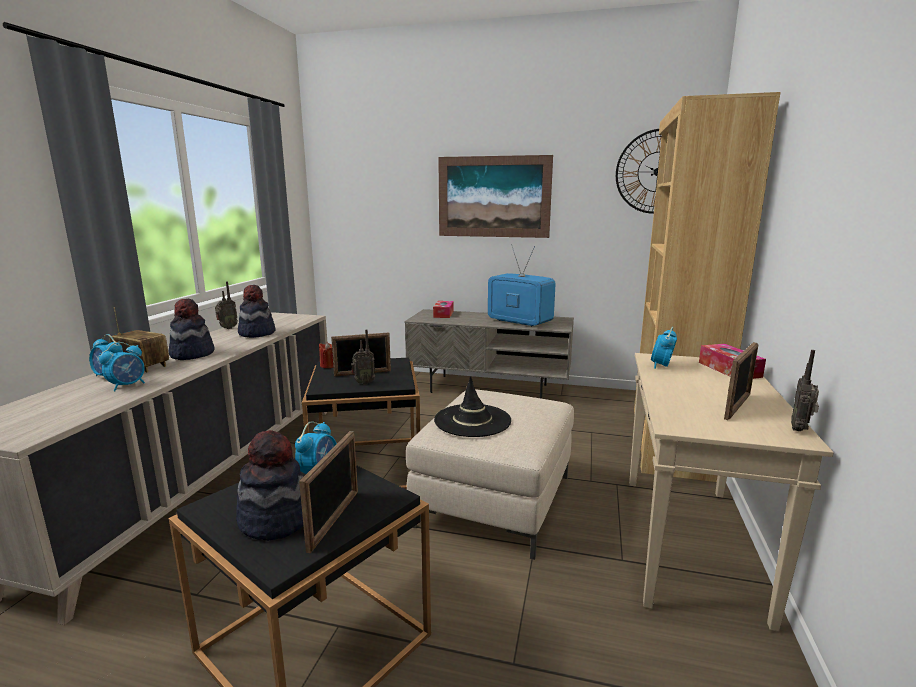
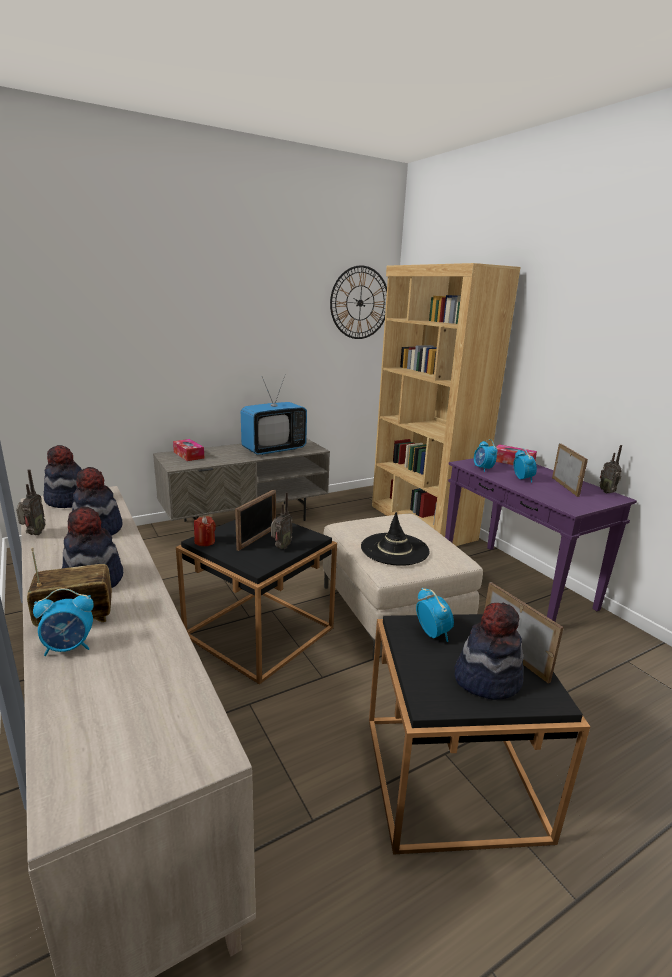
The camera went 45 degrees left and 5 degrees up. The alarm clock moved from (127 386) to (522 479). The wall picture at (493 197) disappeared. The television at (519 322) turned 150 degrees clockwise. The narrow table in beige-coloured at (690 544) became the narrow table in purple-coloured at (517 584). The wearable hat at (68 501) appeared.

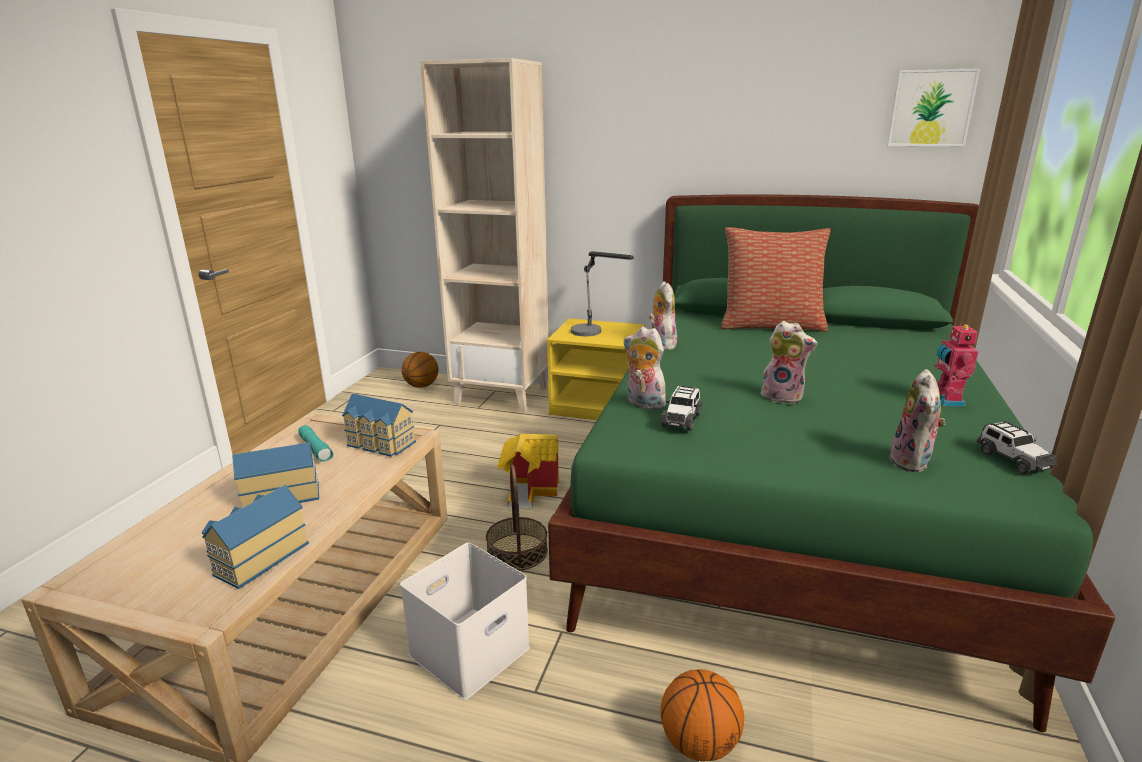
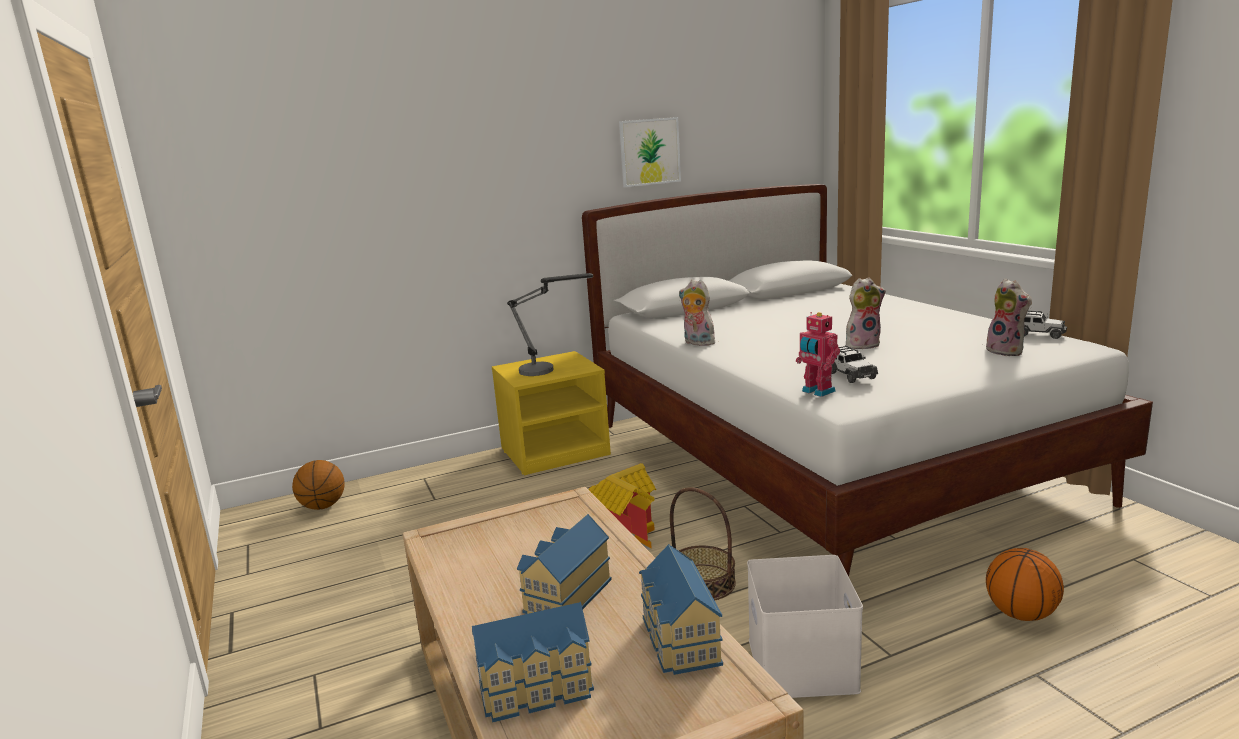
The camera went 40 degrees left and 5 degrees down. The hand torch in turquoise-coloured at (316 449) disappeared. The miniature house moved from (380 444) to (538 690). The shelving unit in beige-coloured at (502 395) disappeared. The sleeping bed in green-coloured at (789 507) became the sleeping bed in white at (824 459). The soft toy at (643 403) disappeared. The throw pillow at (771 325) disappeared. The wall picture moved from (931 108) to (649 152). The robot figure moved from (946 401) to (817 392).

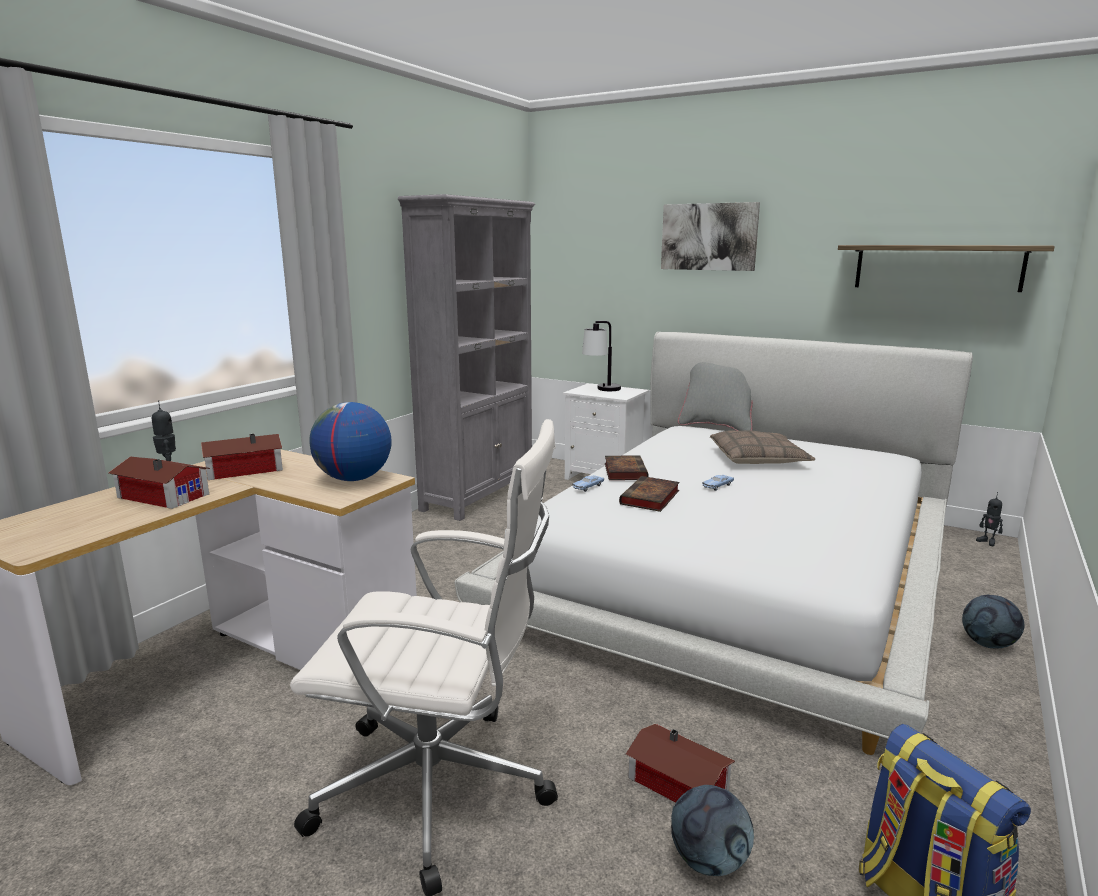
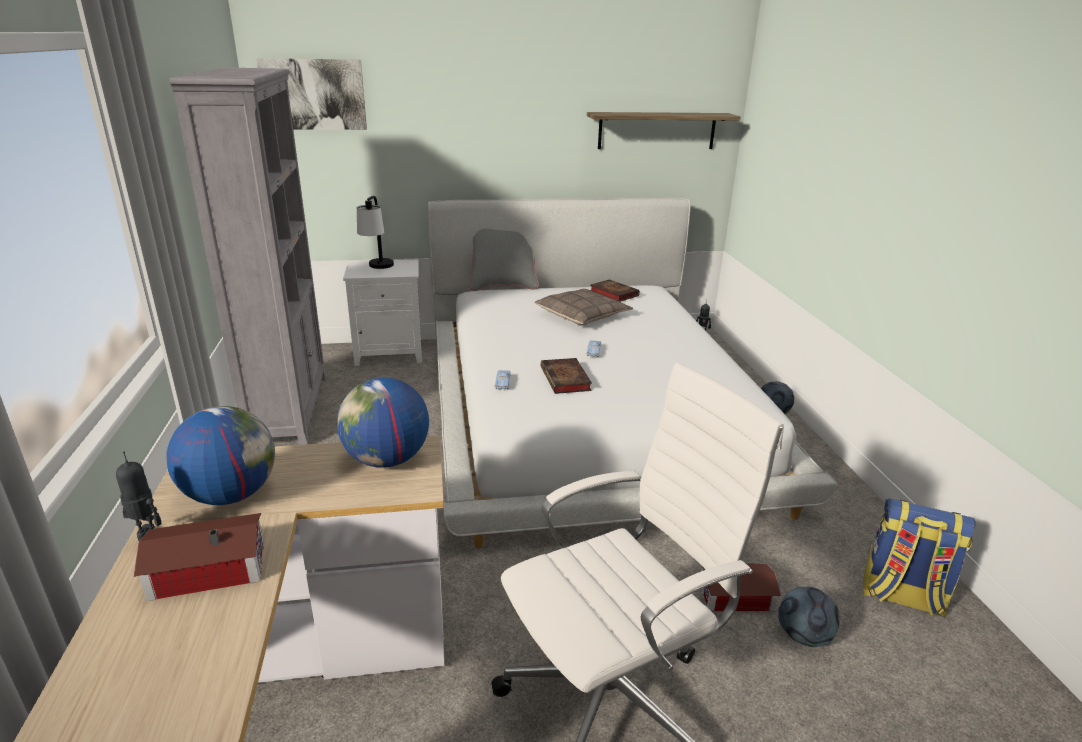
The camera went 40 degrees left and 10 degrees up. The miniature house at (242 469) was replaced by the desk globe at (231 494). The volume moved from (624 471) to (612 293). The wall picture moved from (709 237) to (313 94).

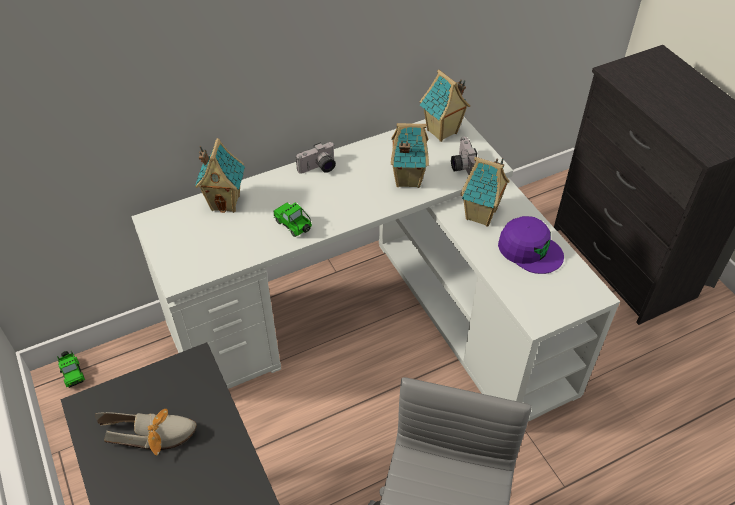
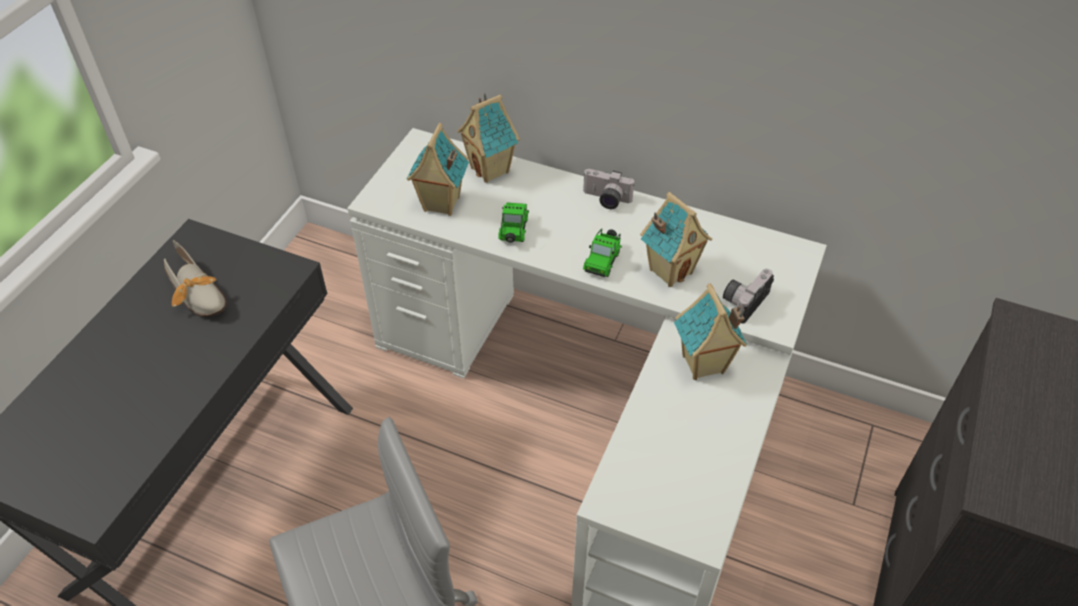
The camera went 50 degrees right and 0 degrees up. The miniature car moved from (72 373) to (603 260). The miniature house moved from (442 132) to (440 204). The peaked cap in purple-coloured at (529 249) disappeared.

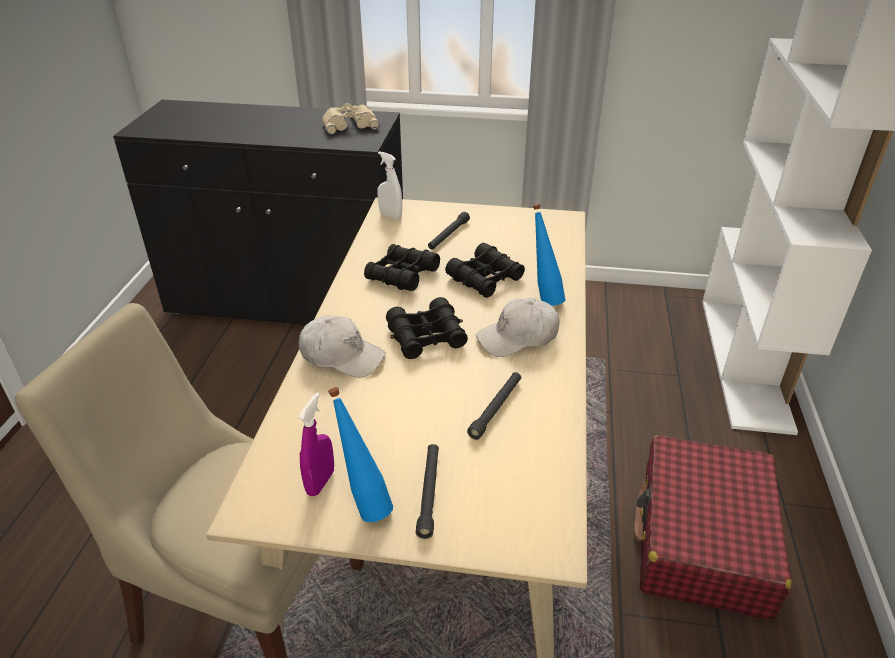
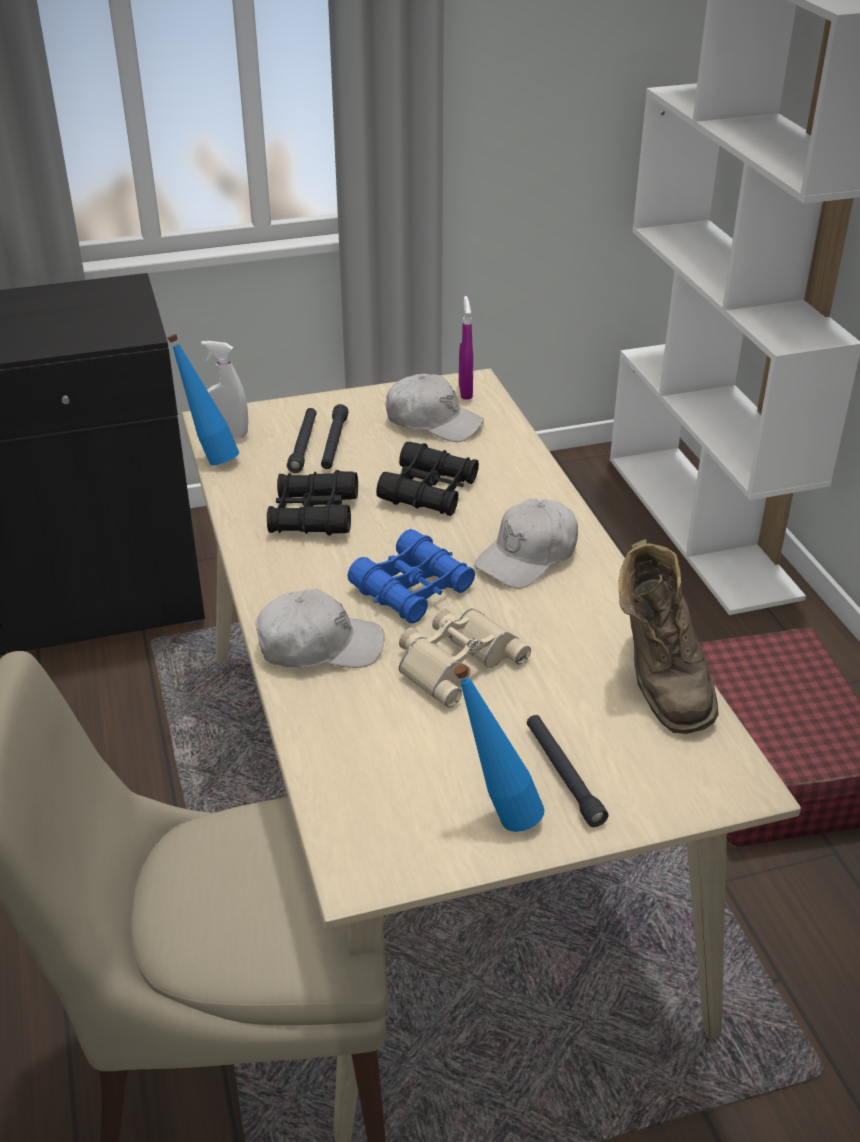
The camera went 25 degrees left and 0 degrees up. The sprayer in purple-coloured moved from (320 482) to (465 392). The field glasses in beige-coloured moved from (349 124) to (456 660). The field glasses in blackish at (426 337) became the field glasses in bluish at (412 588). The hand torch in blackish moved from (496 408) to (303 445). The bottle in bluish moved from (543 298) to (209 457). The peaked cap in white at (433 422) appeared. The high-top boot in brownish at (659 681) appeared.

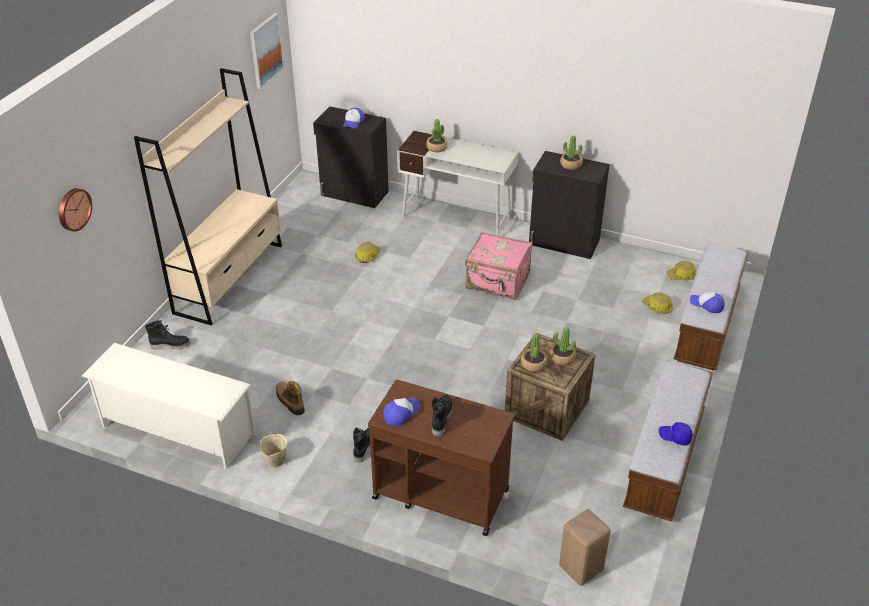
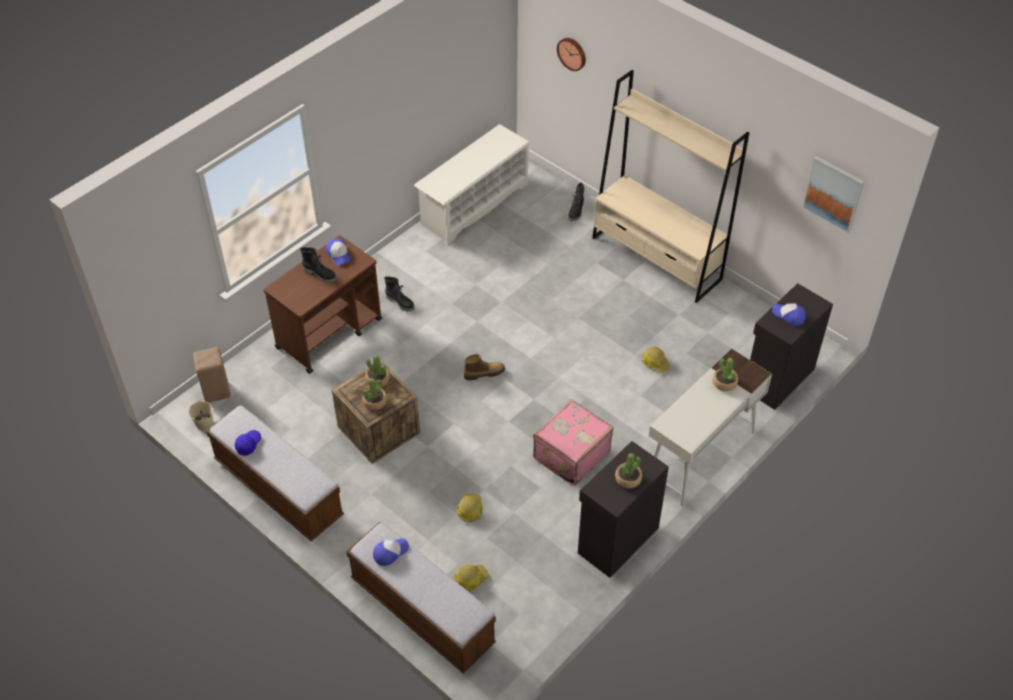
The camera went 110 degrees right and 10 degrees up. The pail in beige-coloured moved from (275 460) to (204 423). The high-top boot moved from (289 401) to (484 373). The safety helmet moved from (681 276) to (470 509).

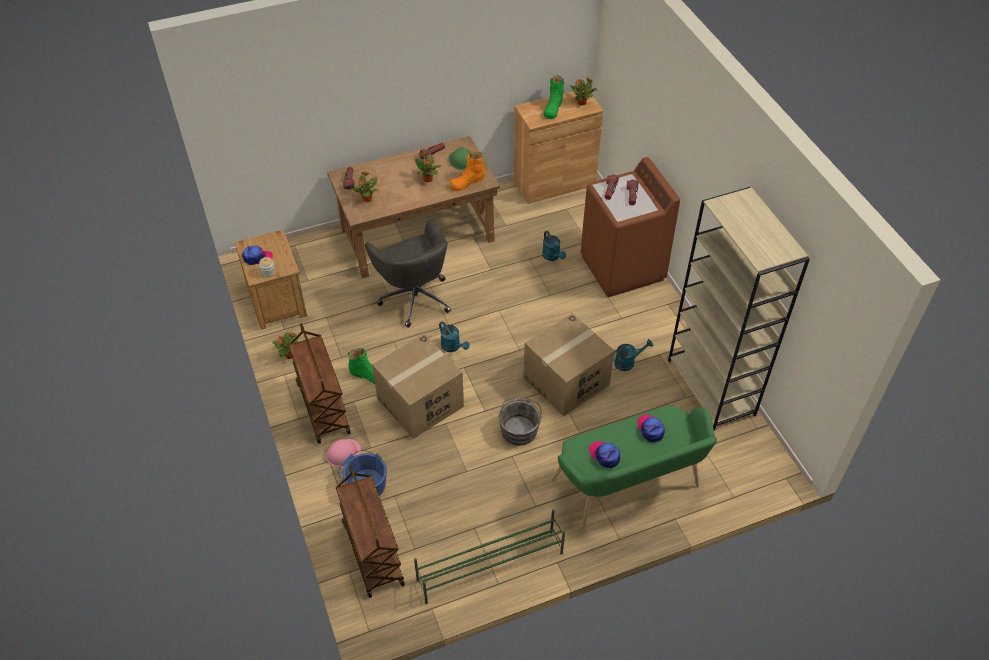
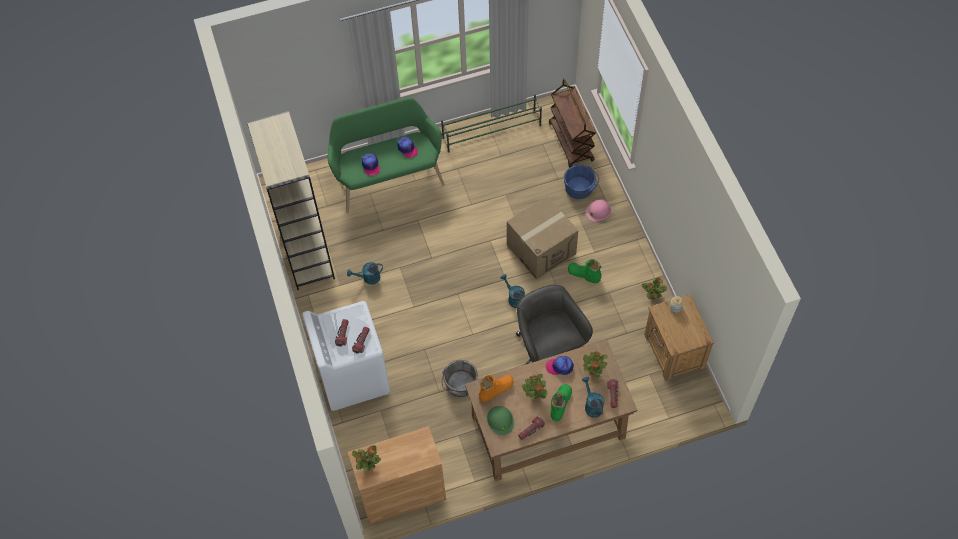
The camera went 175 degrees left and 10 degrees up. The peaked cap moved from (257 258) to (559 366). The trolley in brownish at (322 407) disappeared. The pail in grey moved from (519 428) to (460 385). The cardboard box at (566 381) disappeared. The watering can in turquoise-coloured moved from (552 257) to (592 405). The high-top boot in green-coloured moved from (553 108) to (560 403). The laundry appliance in brownish at (622 268) became the laundry appliance in white at (352 376).

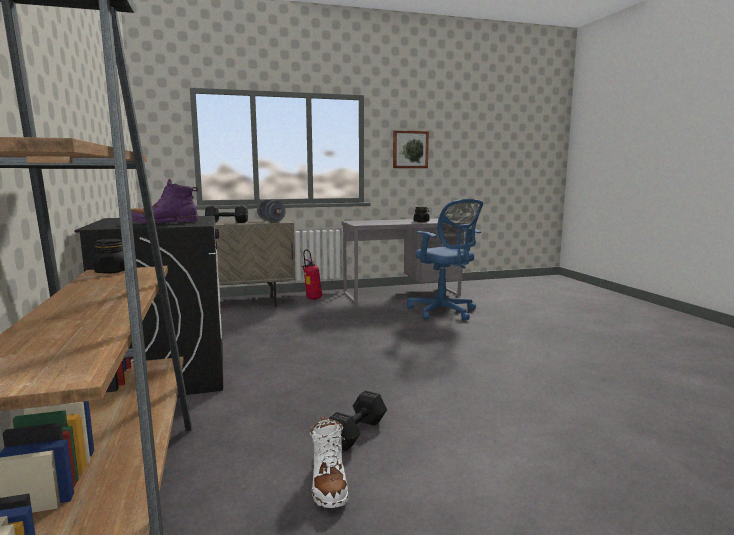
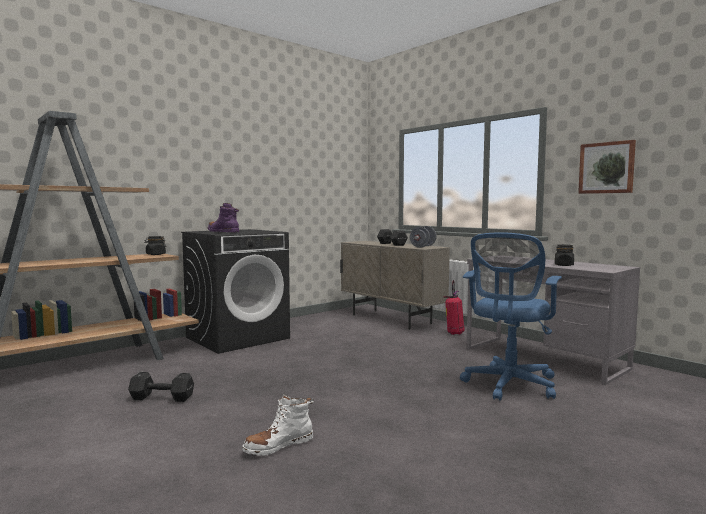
The camera went 65 degrees right and 5 degrees down. The high-top boot in white moved from (328 484) to (278 446).

